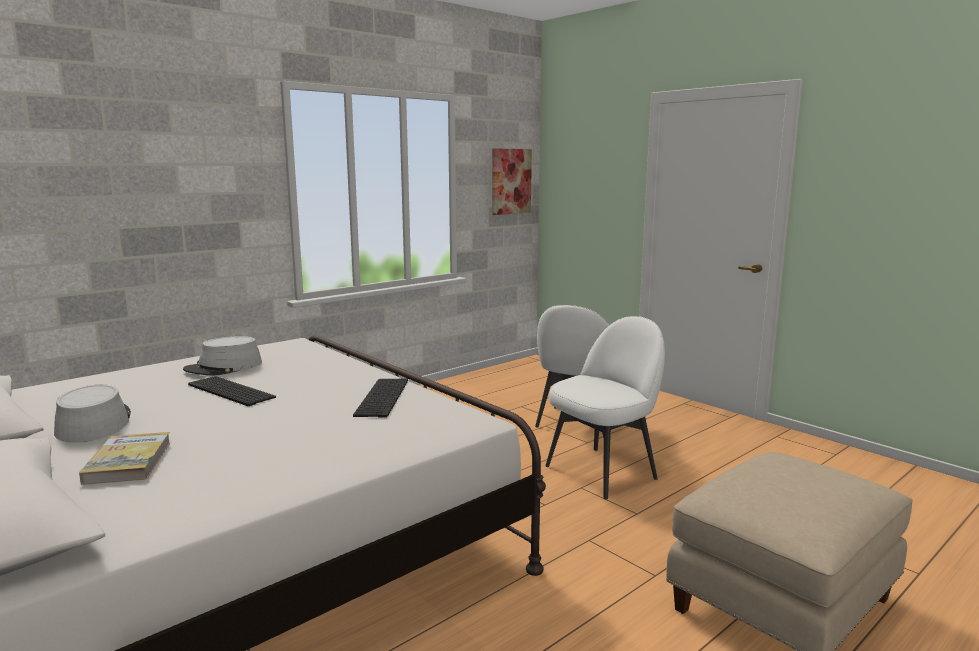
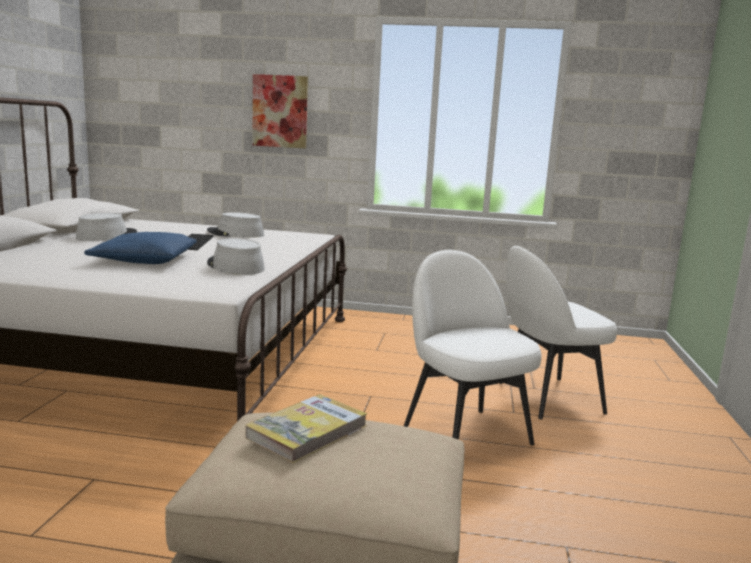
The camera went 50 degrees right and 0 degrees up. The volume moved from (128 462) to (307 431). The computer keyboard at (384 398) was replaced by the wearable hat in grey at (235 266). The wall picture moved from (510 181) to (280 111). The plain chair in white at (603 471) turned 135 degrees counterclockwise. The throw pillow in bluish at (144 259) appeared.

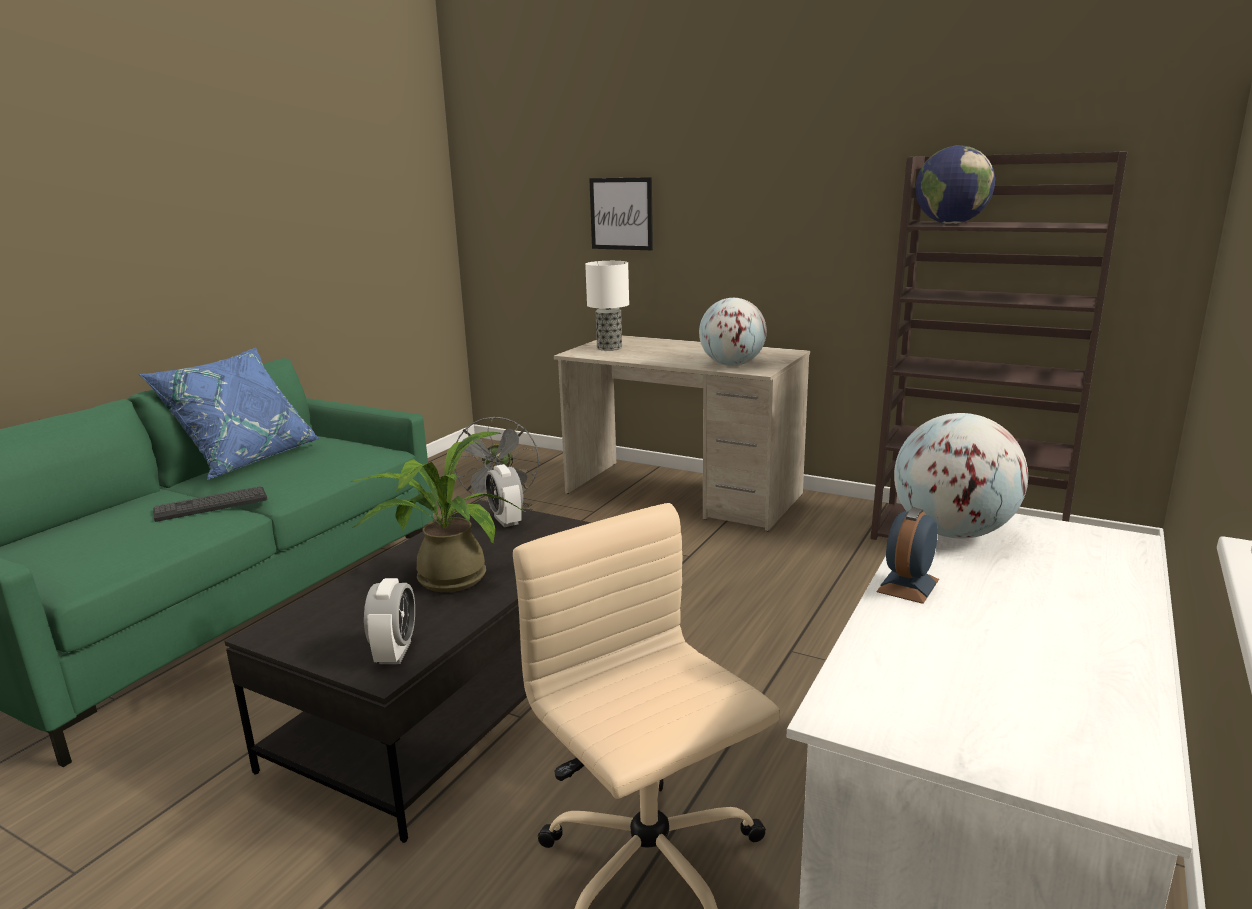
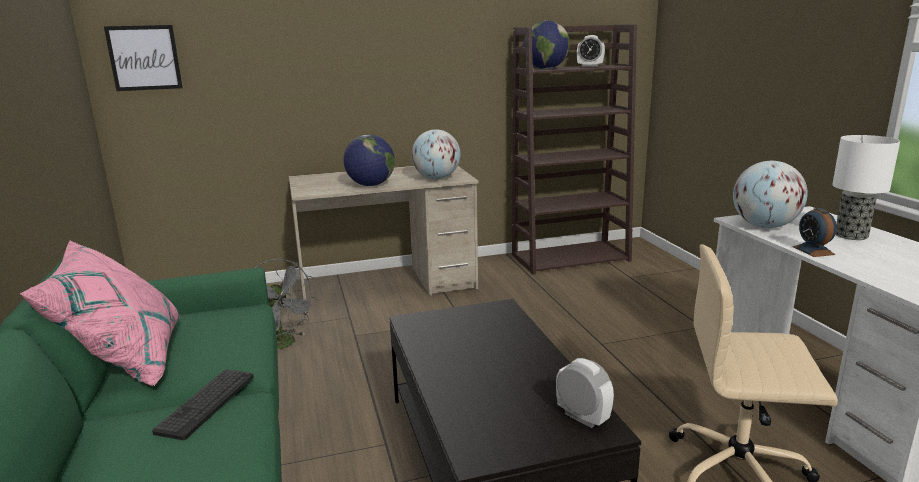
The camera went 45 degrees left and 0 degrees up. The throw pillow in bluish at (245 459) became the throw pillow in pinkish at (125 361). The potted plant at (444 577) disappeared. The alarm clock moved from (506 520) to (590 66). The tabletop lamp moved from (608 348) to (850 235). The wall picture moved from (621 214) to (144 58). The desk globe at (370 185) appeared.

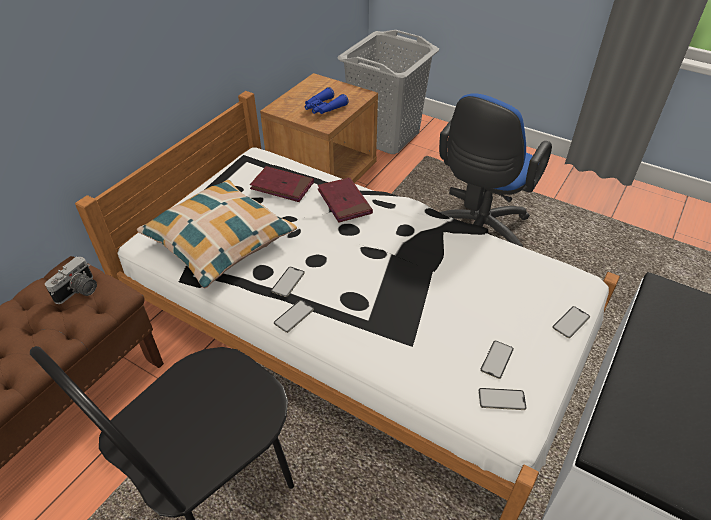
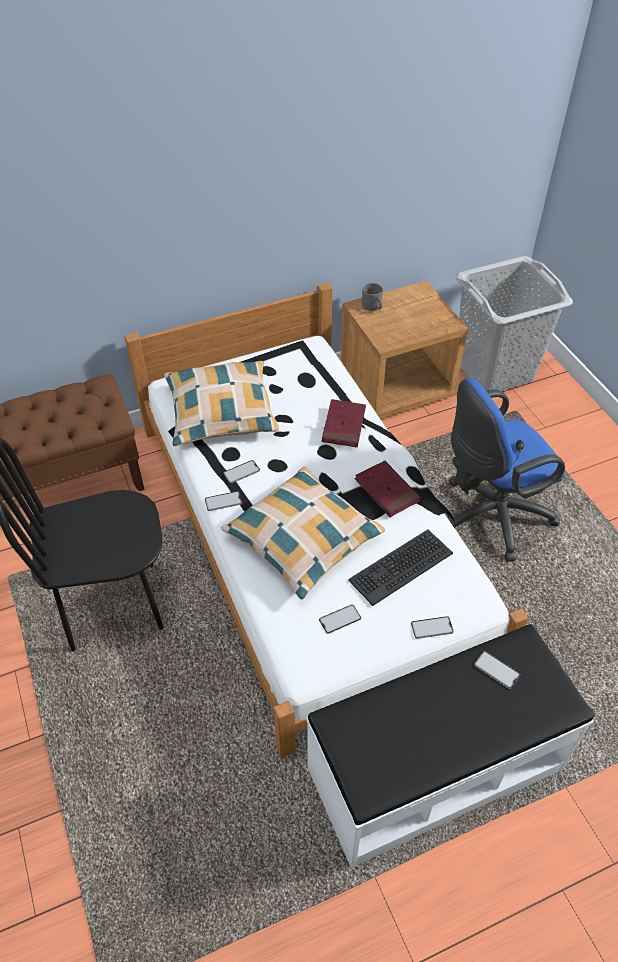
The camera went 35 degrees right and 5 degrees up. The still camera at (79 291) disappeared. The volume in reddish moved from (282 186) to (387 490). The field glasses in bluish at (324 108) disappeared. The telephone moved from (502 399) to (496 670). The throw pillow at (303 538) appeared. The computer keyboard at (400 566) appeared. The tea mug in grey at (373 306) appeared.

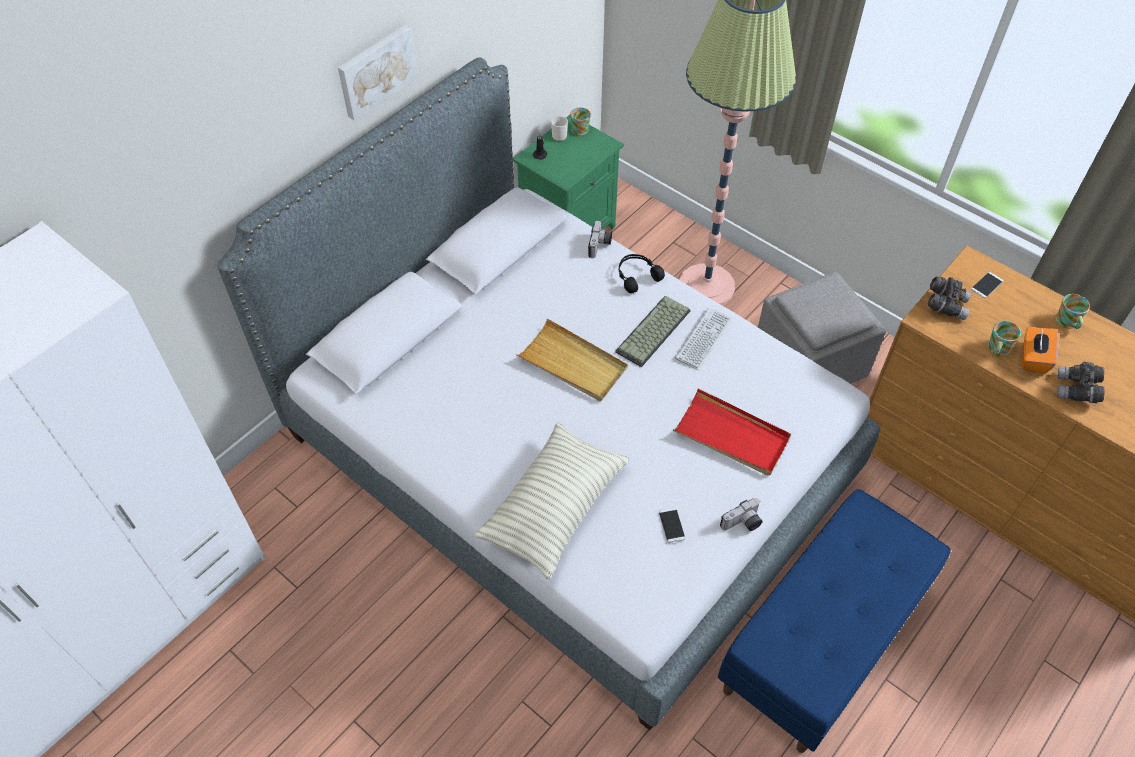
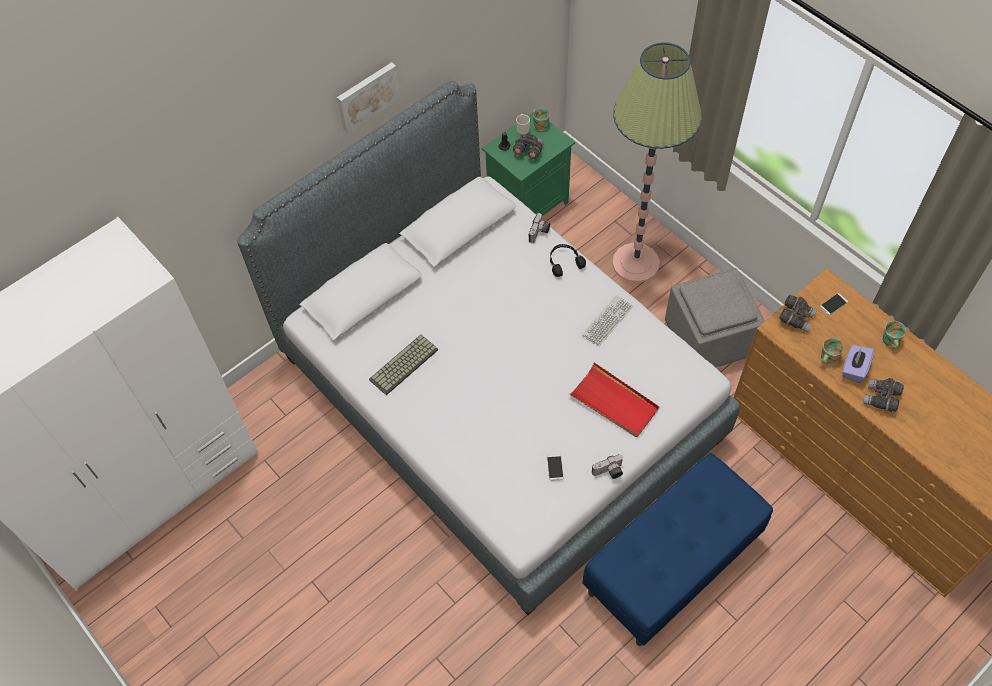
The camera went 10 degrees right and 5 degrees up. The throw pillow at (554 508) disappeared. The carrying tray in beige-coloured at (573 363) disappeared. The computer keyboard moved from (654 332) to (404 366). The box of tissues in orange at (1033 358) became the box of tissues in purple-coloured at (854 369). The field glasses in grey at (528 151) appeared.

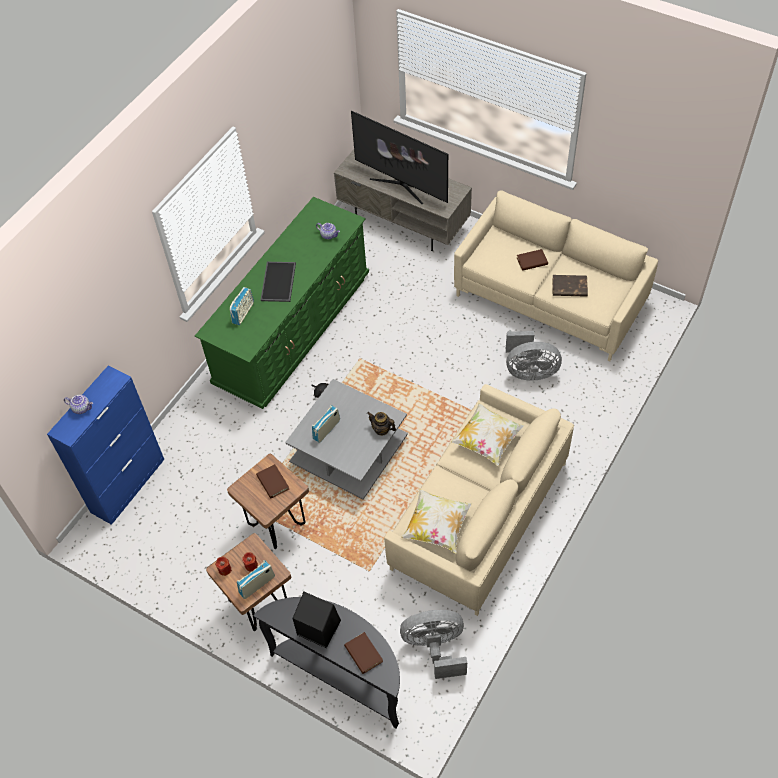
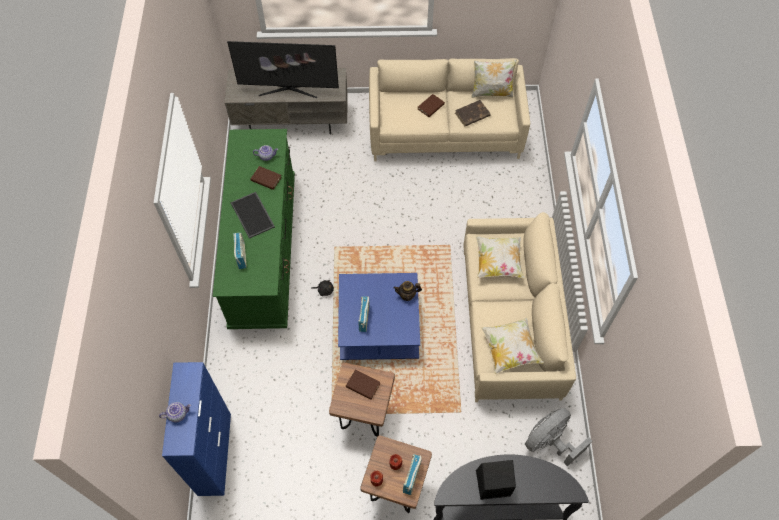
The camera went 35 degrees left and 5 degrees up. The lounge table in grey at (349 453) became the lounge table in bluish at (380 326). The volume in brownish moved from (363 654) to (266 179). The electric fan in grey at (529 371) disappeared. The throw pillow at (491 92) appeared.

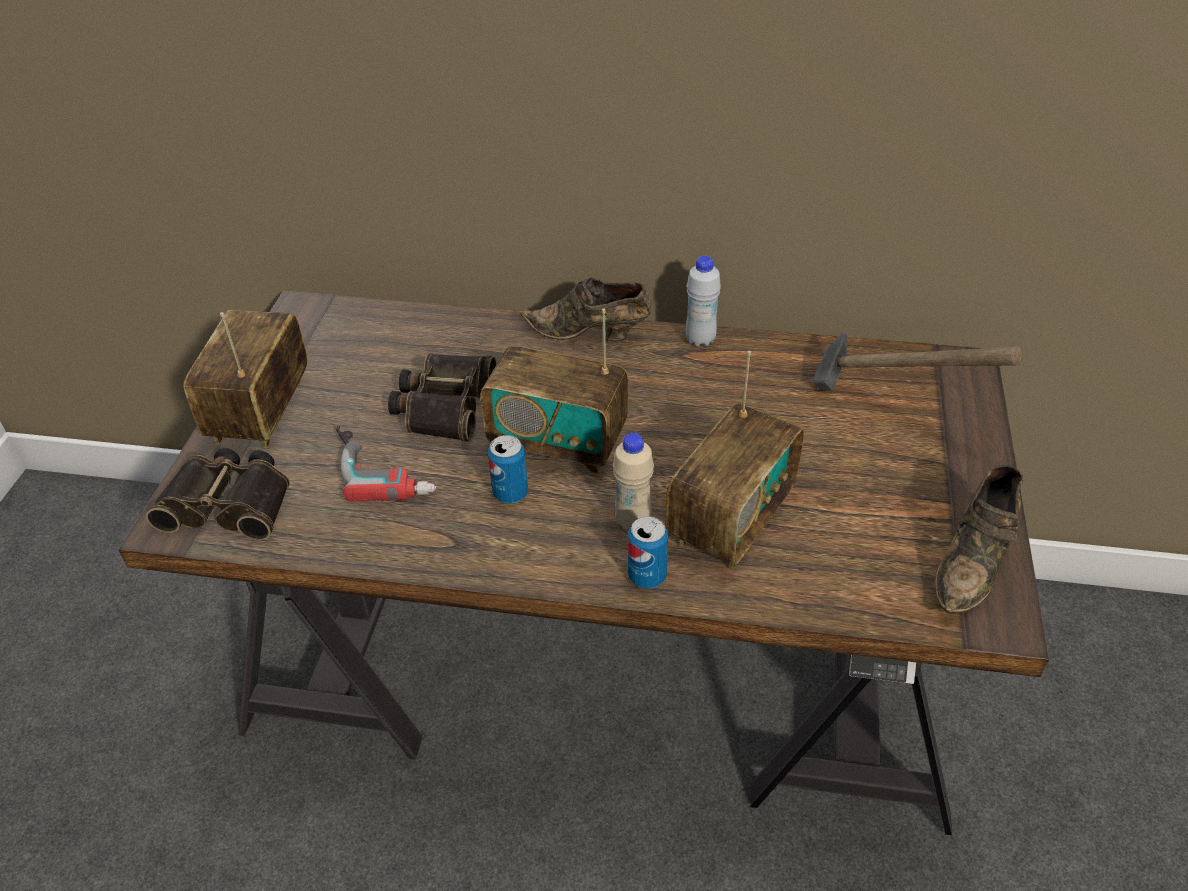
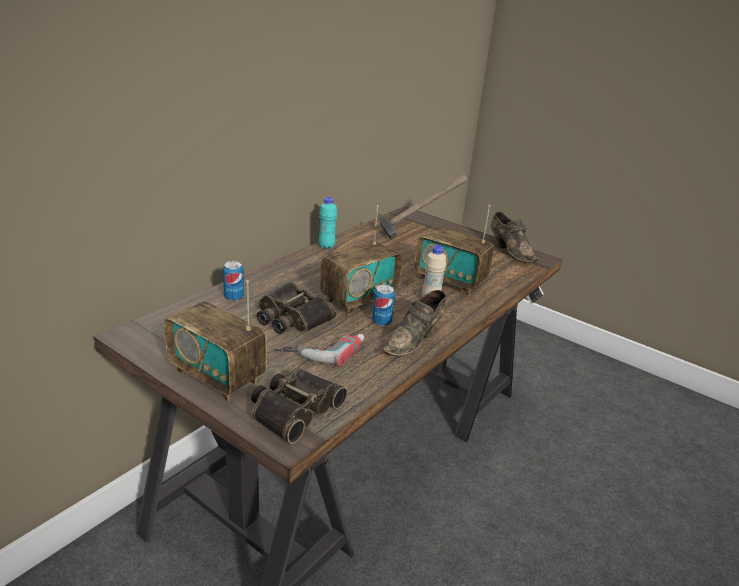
The camera went 65 degrees left and 15 degrees down. The low shoe in brownish moved from (590 334) to (415 340). The can moved from (647 576) to (234 297). The radio at (730 520) turned 150 degrees clockwise. The bottle in white at (700 340) became the bottle in turquoise-coloured at (326 246).

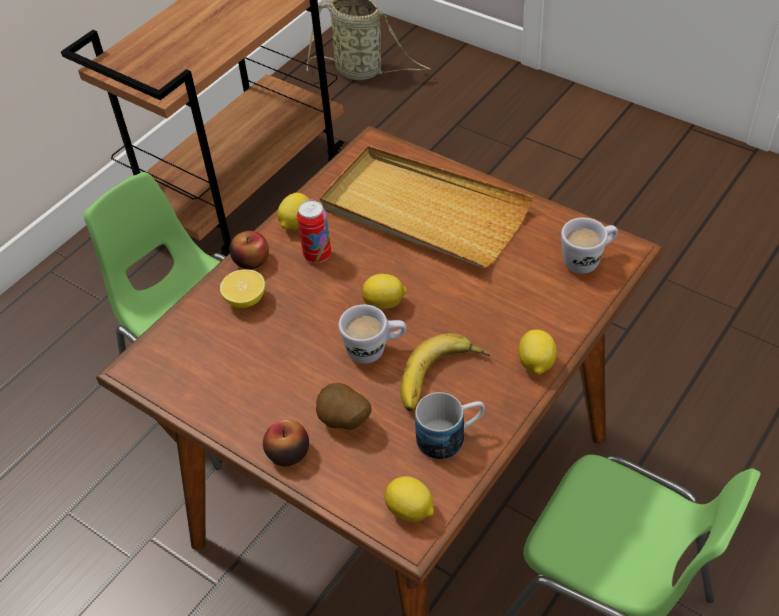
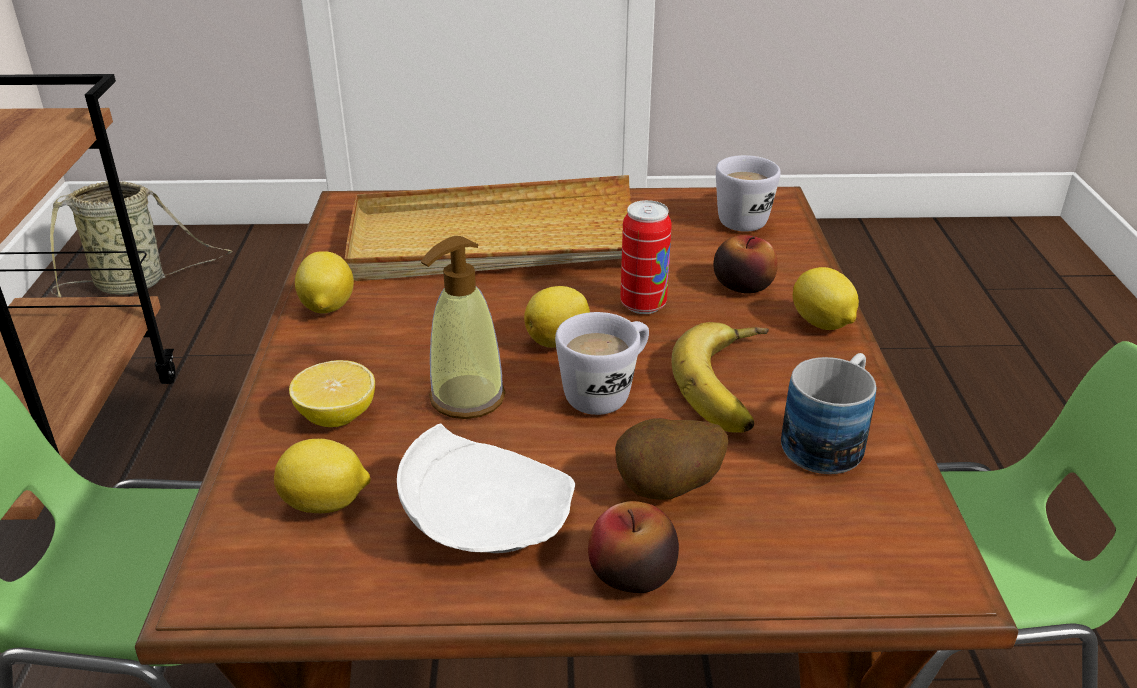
The camera went 40 degrees left and 15 degrees down. The apple moved from (251 260) to (743 285). The can moved from (317 255) to (643 305). The lemon moved from (410 511) to (327 504). The dinner plate in white at (485 518) appeared. The soap dispenser at (466 398) appeared.

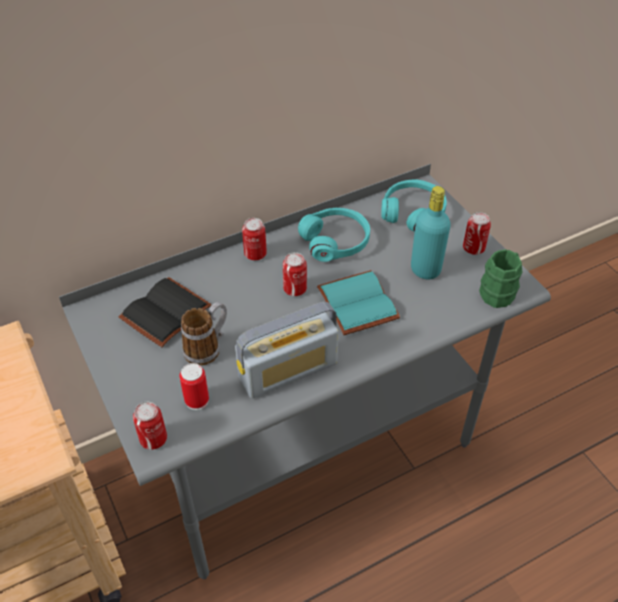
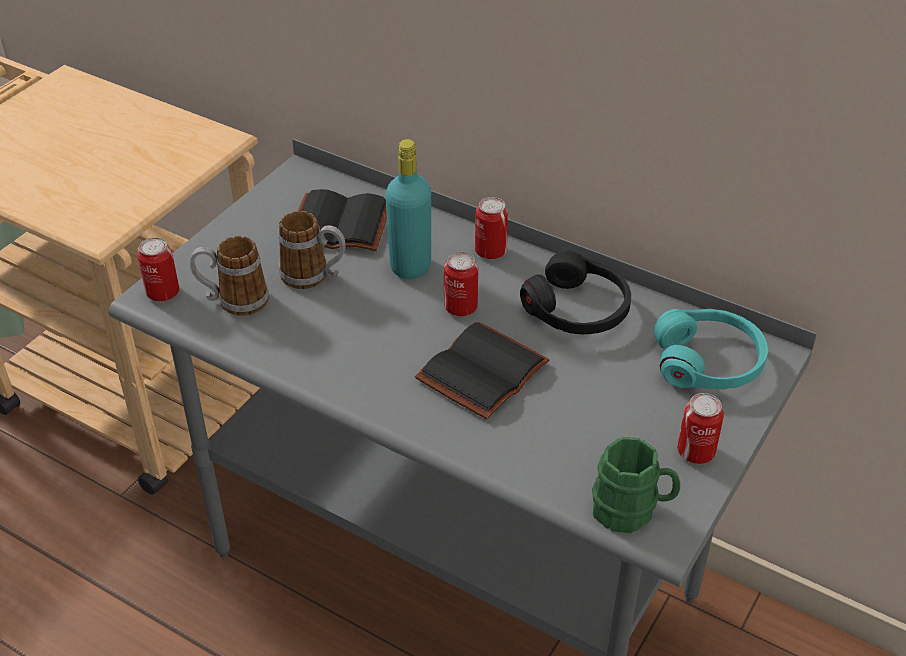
The camera went 60 degrees right and 5 degrees down. The can at (197 400) was replaced by the tea mug at (233 301). The radio at (288 370) disappeared. The pair of headphones in turquoise-coloured at (335 241) became the pair of headphones in blackish at (577 309). The volume in turquoise-coloured at (355 303) became the volume in blackish at (481 369). The bottle in turquoise-coloured moved from (425 270) to (410 266).

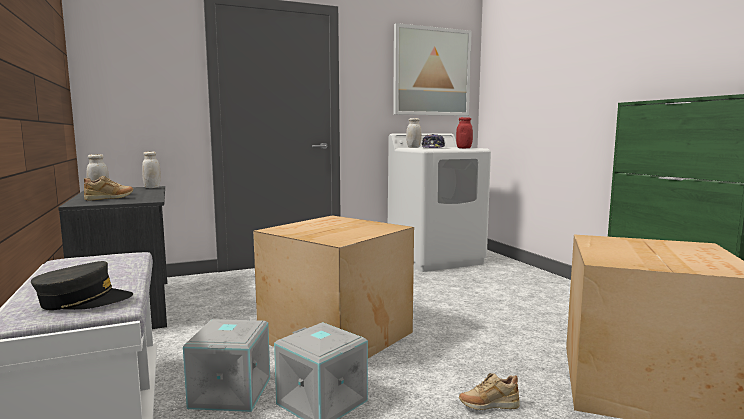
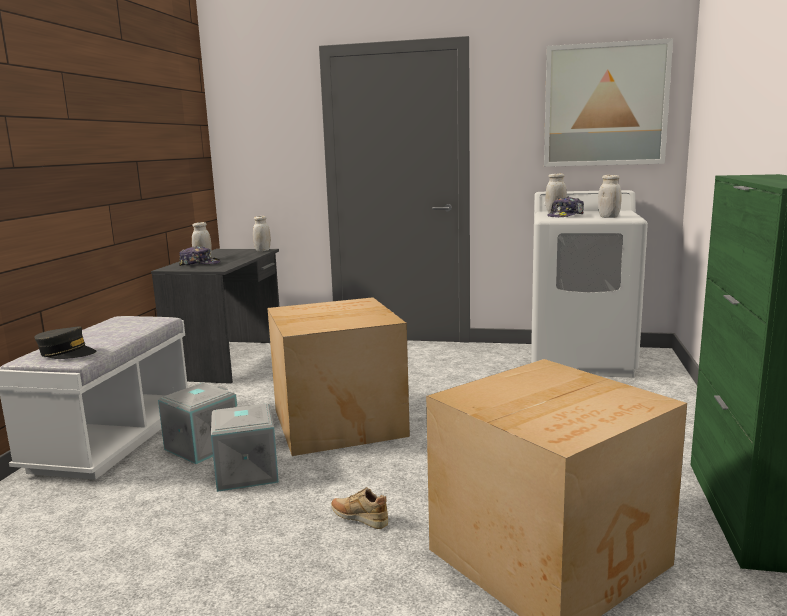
The camera went 35 degrees right and 5 degrees up. The low shoe in beige-coloured at (109 199) was replaced by the peaked cap at (200 264). The storage jar in reddish at (464 148) became the storage jar in white at (608 217).

